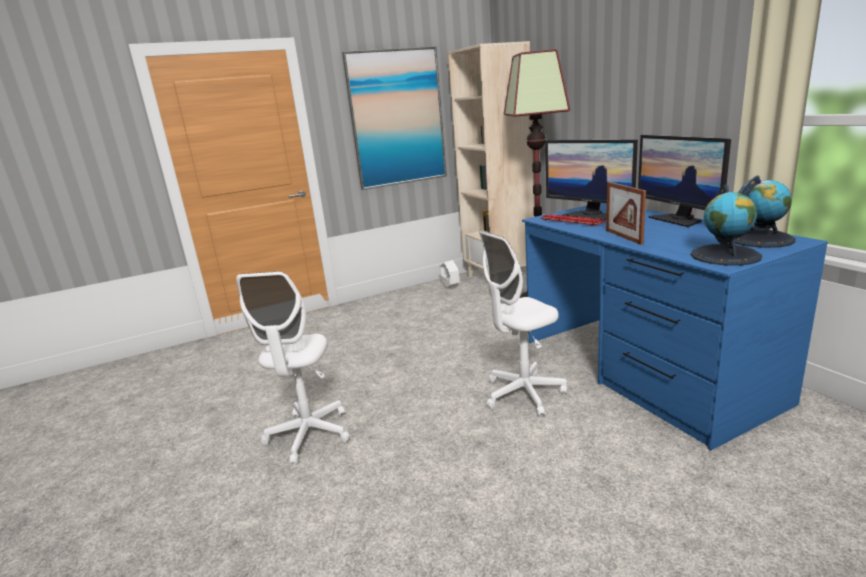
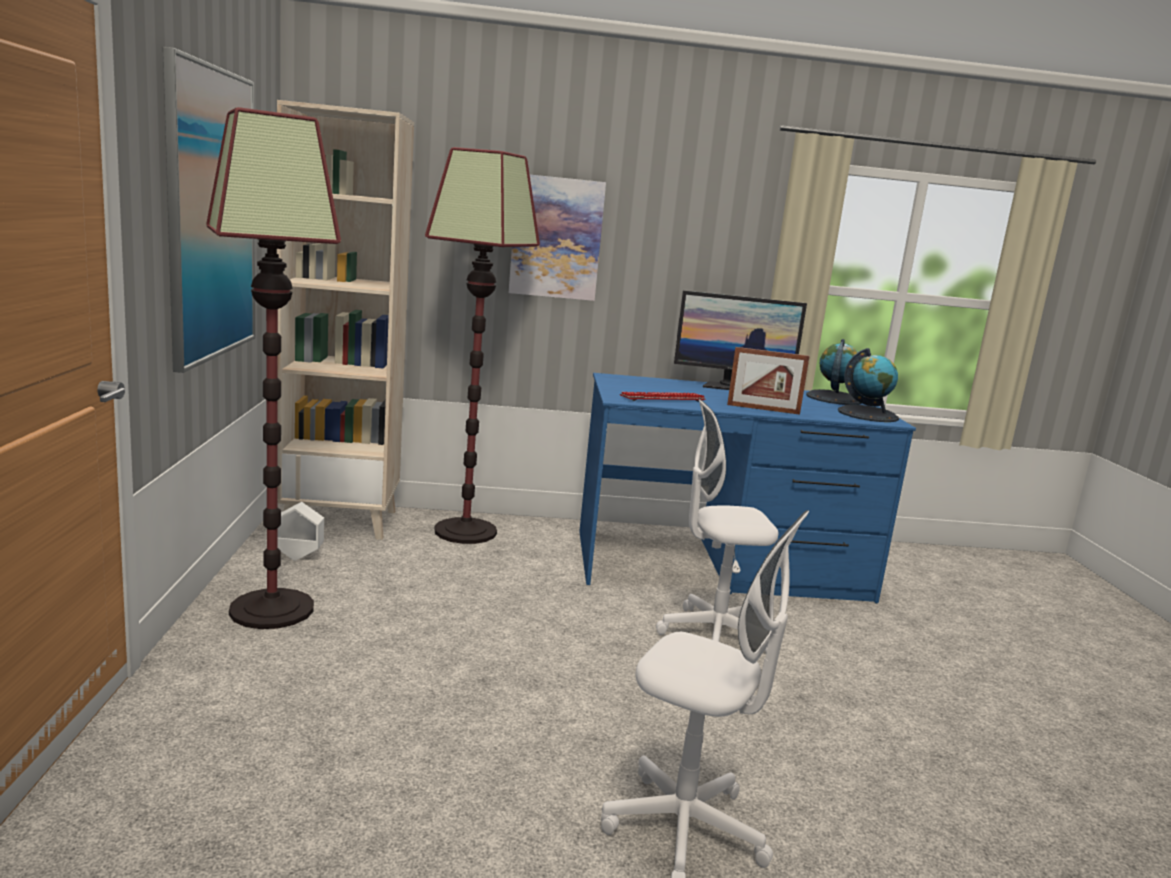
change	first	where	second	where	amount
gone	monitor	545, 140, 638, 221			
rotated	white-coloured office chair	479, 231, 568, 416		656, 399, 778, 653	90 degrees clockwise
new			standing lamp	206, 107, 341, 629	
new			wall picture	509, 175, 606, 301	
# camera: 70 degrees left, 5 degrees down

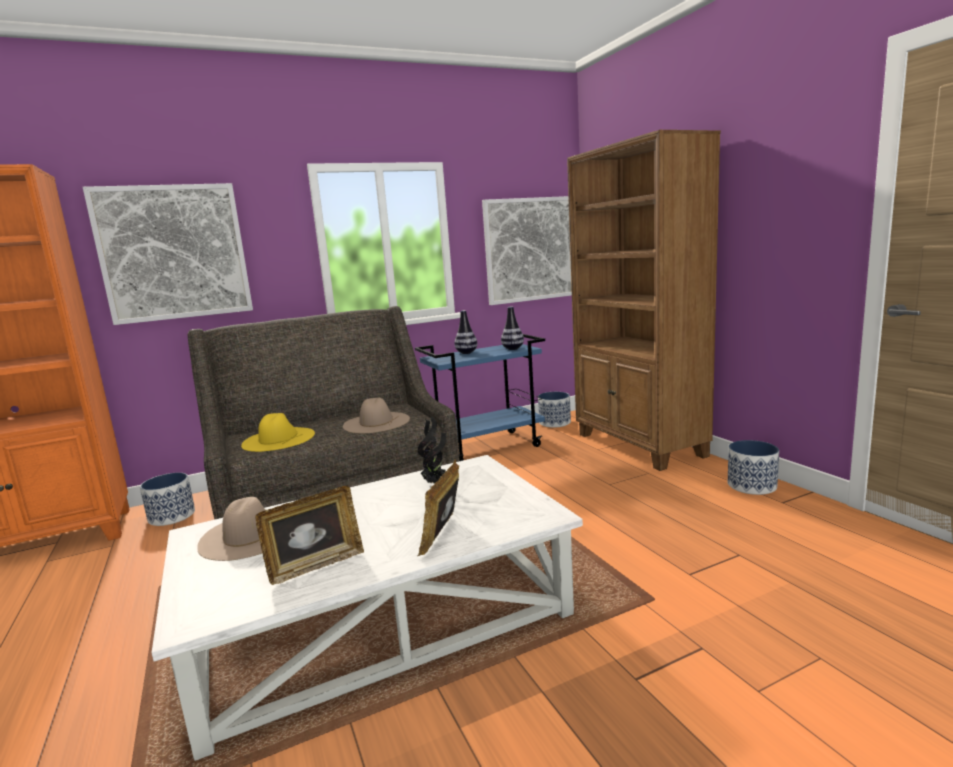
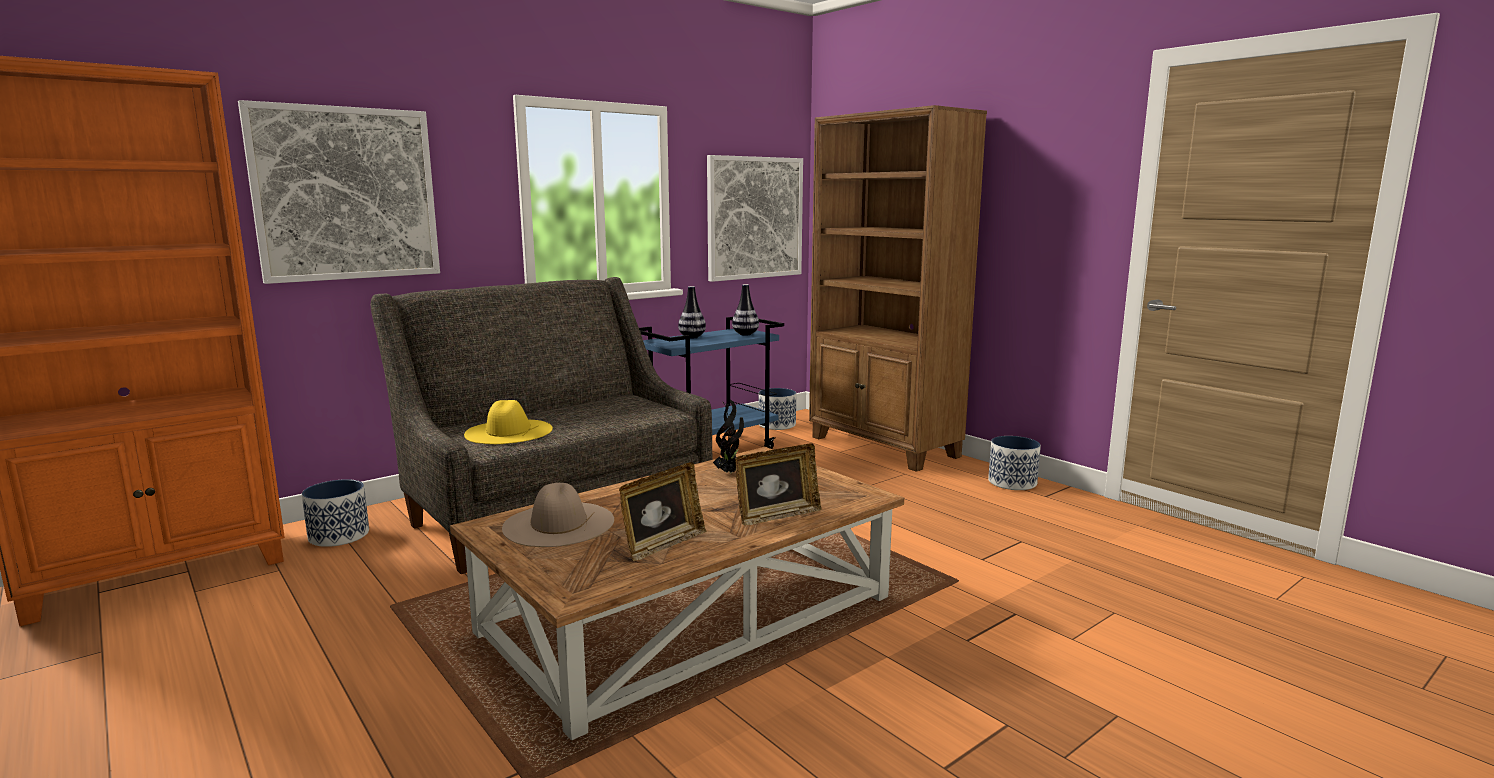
change	first	where	second	where	amount
gone	sand-coloured wearable hat	343, 398, 410, 433			
repainted	white-coloured coffee table	152, 455, 583, 761	brown-coloured coffee table	450, 447, 904, 740	
rotated	photo frame	417, 459, 459, 556		735, 443, 822, 525	120 degrees counterclockwise
# camera: 15 degrees left, 0 degrees up

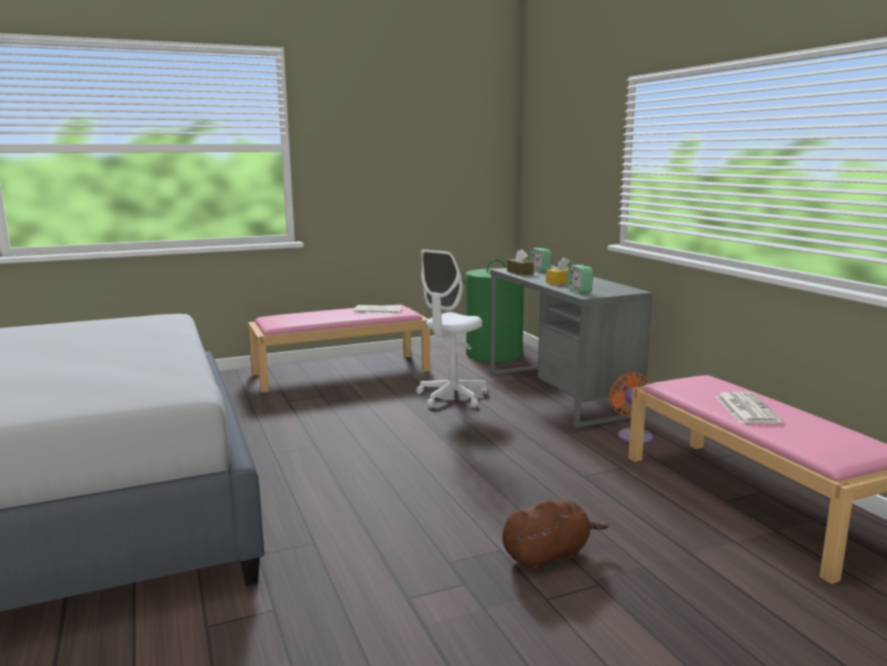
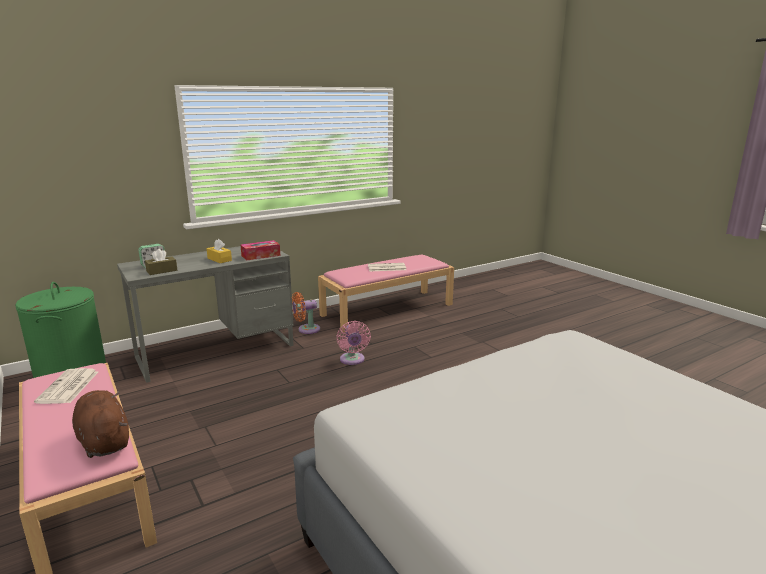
change	first	where	second	where	amount
gone	white-coloured office chair	416, 249, 487, 408			
swapped	bedside clock	567, 265, 593, 294	tissue holder	241, 240, 281, 260	
shifted	brown-coloured cuddly toy	502, 499, 608, 571		72, 390, 129, 458	
new			pinkish cooling fan	336, 321, 371, 365	
# camera: 100 degrees left, 5 degrees up

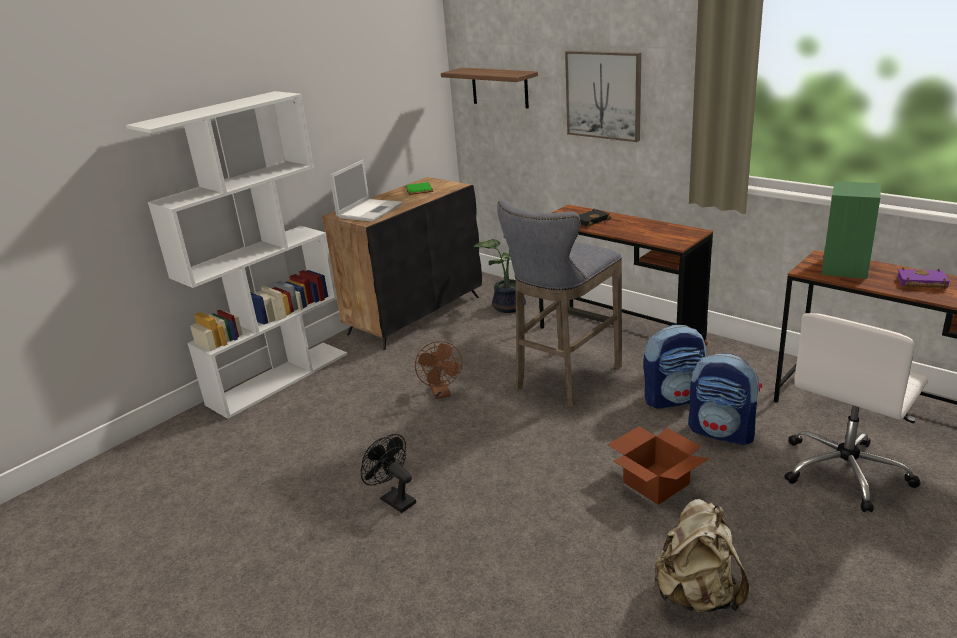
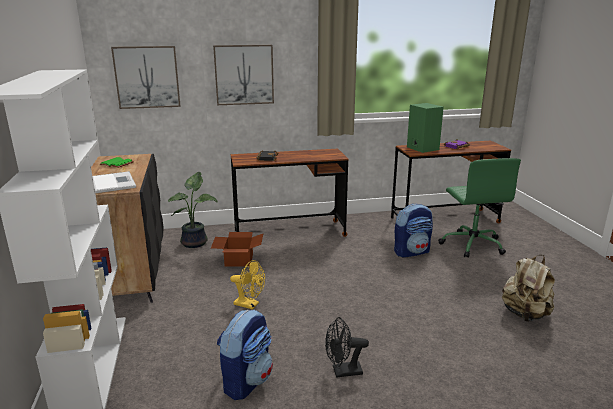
change	first	where	second	where	amount
swapped	shelf	441, 68, 538, 109	wall picture	111, 46, 180, 109	
gone	gray stool	497, 200, 622, 407			
repainted	white-coloured office chair	784, 313, 928, 512	greenish office chair	438, 158, 521, 258	
shifted	knapsack	643, 325, 706, 408		217, 309, 273, 400	
repainted	brown-coloured cooling fan	415, 341, 462, 399	yellow cooling fan	230, 260, 265, 310	
shifted	packing box	607, 426, 709, 505		211, 232, 264, 267	
# camera: 55 degrees left, 5 degrees down

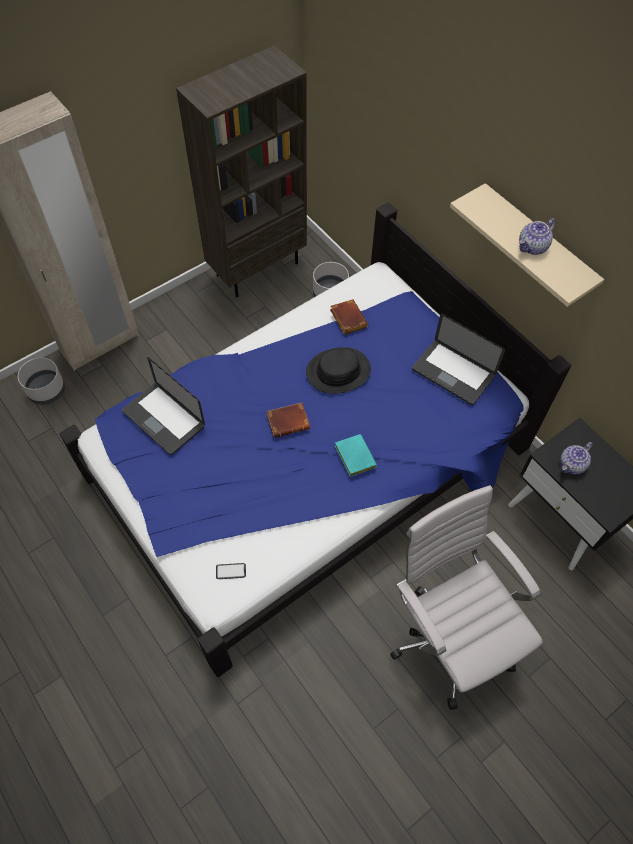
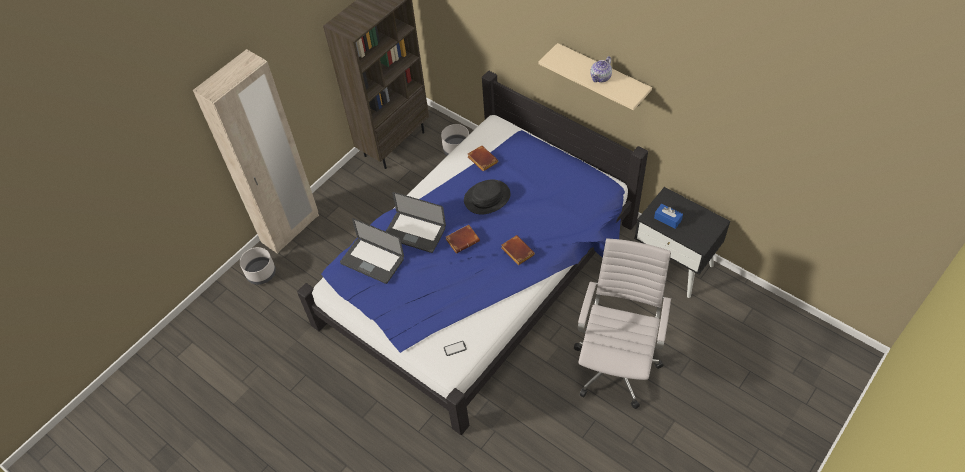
change	first	where	second	where	amount
shifted	notebook computer	412, 314, 505, 405		386, 192, 446, 253	
repainted	turquoise-coloured bound book	335, 434, 377, 477	brown-coloured bound book	501, 235, 535, 266	
swapped	pot for tea	560, 442, 593, 474	blue-coloured tissue holder	654, 204, 683, 229	
rotated	white-coloured office chair	390, 485, 543, 710		574, 238, 671, 409	60 degrees clockwise
# camera: 10 degrees left, 5 degrees down

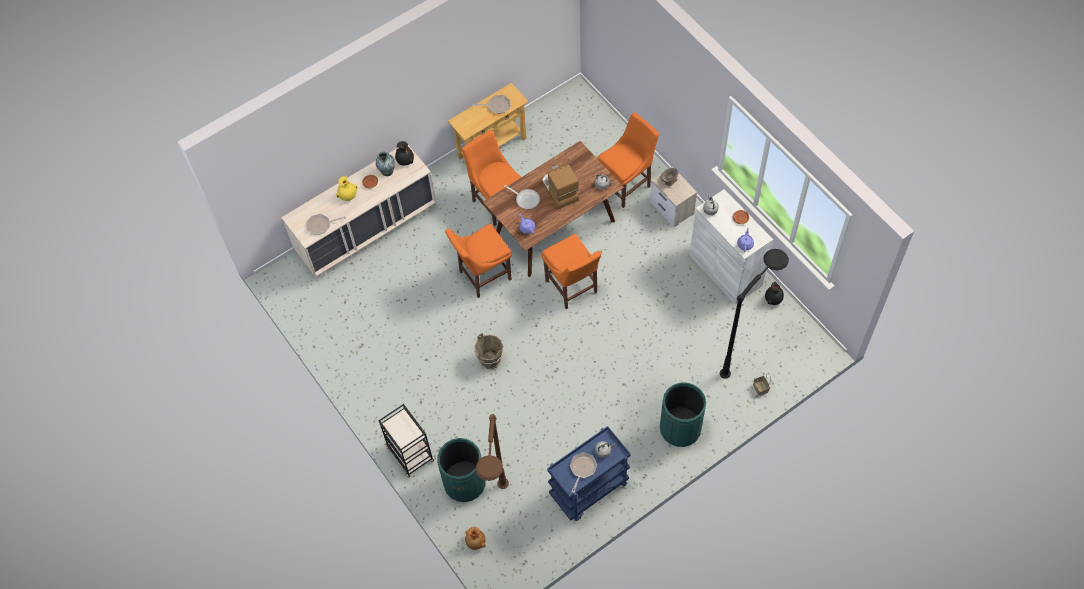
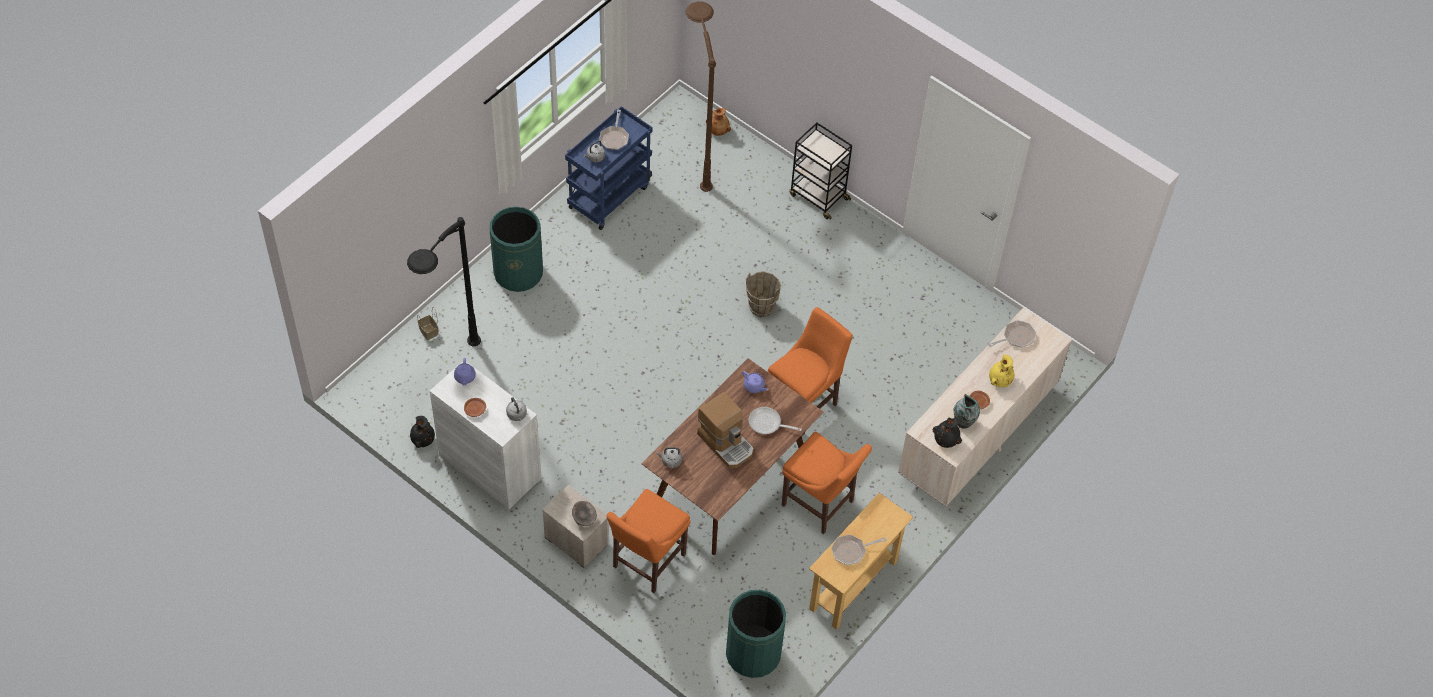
change	first	where	second	where	amount
gone	orange-coloured upright chair	542, 234, 601, 309			
shifted	greenish trash can	437, 438, 486, 502		726, 590, 786, 678	
# camera: 160 degrees right, 5 degrees down

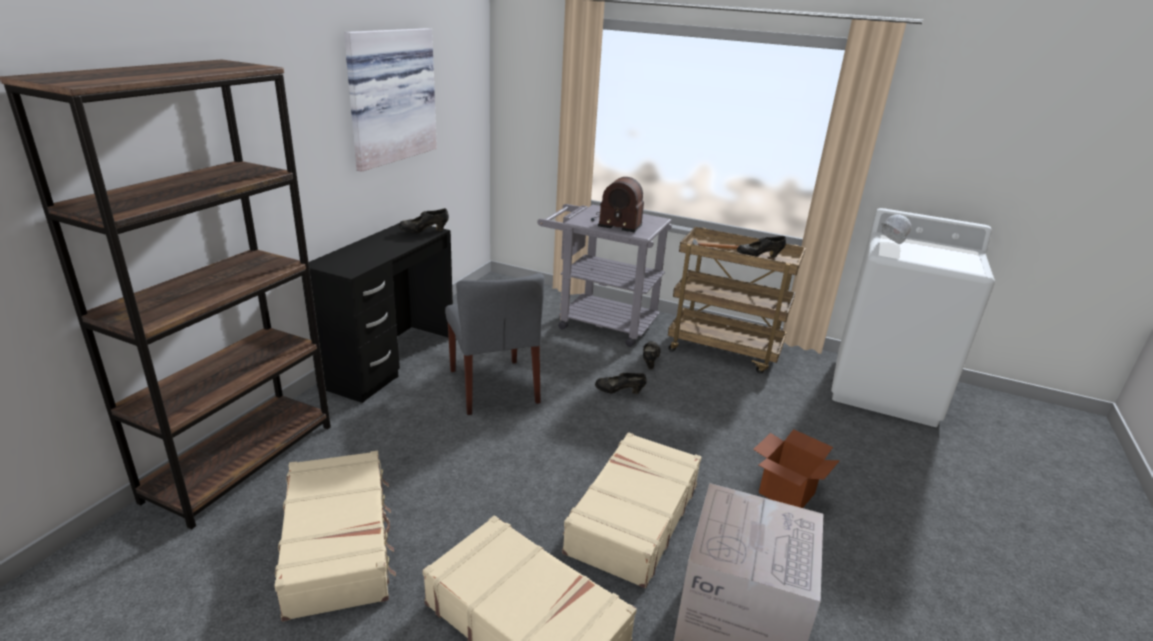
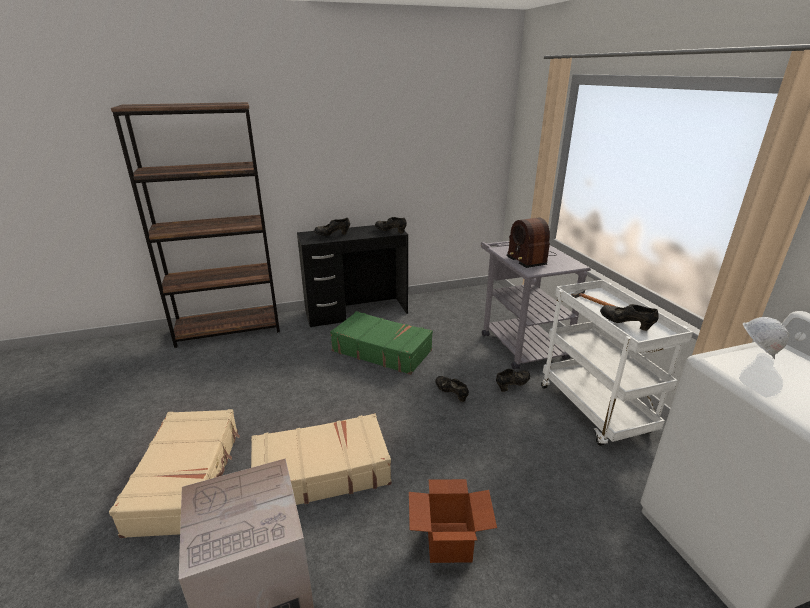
change	first	where	second	where	amount
gone	wall picture	344, 28, 437, 172			
repainted	brown-coloured wheeled cart	668, 227, 806, 374	white-coloured wheeled cart	541, 280, 693, 446	
swapped	gray upright chair	445, 273, 544, 415	greenish travel case	330, 311, 433, 375	
gone	sand-coloured travel case	275, 451, 396, 621			
new			black shoe	314, 218, 350, 236	
# camera: 50 degrees right, 0 degrees up

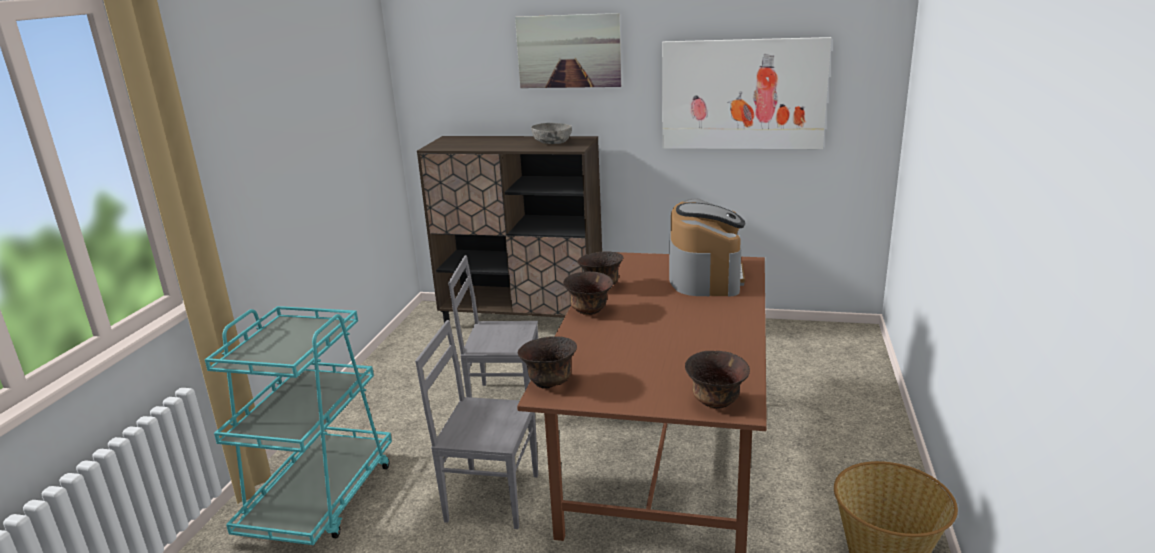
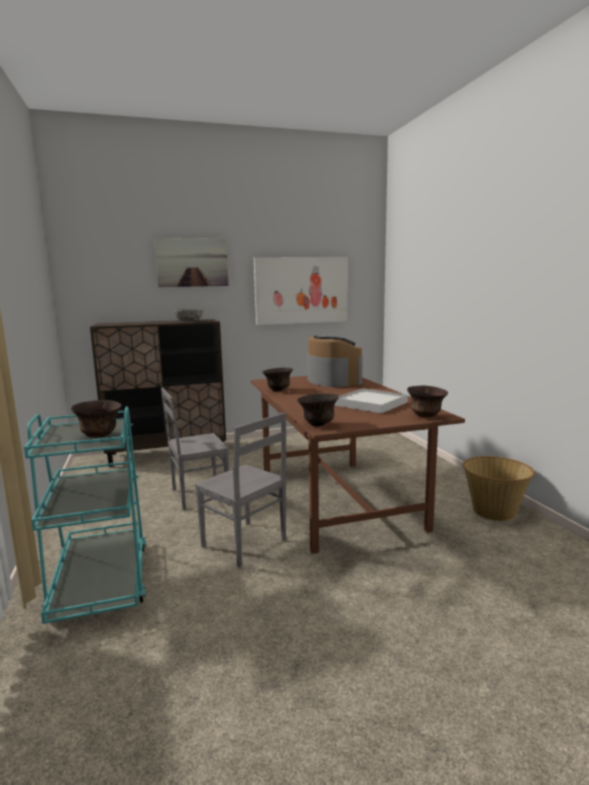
change	first	where	second	where	amount
shifted	brown-coloured deep dish	563, 272, 613, 315		71, 400, 122, 438	
rotated	gray upright chair	415, 320, 538, 529		195, 412, 286, 568	120 degrees counterclockwise
new			white-coloured serving tray	334, 388, 408, 413	
# camera: 30 degrees left, 10 degrees down

